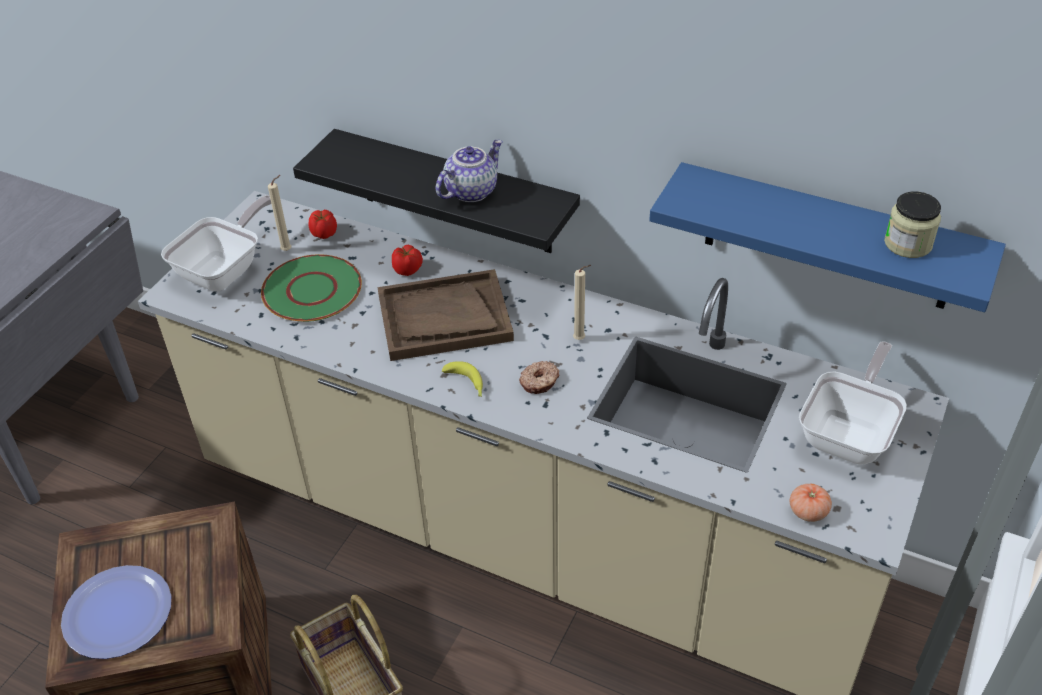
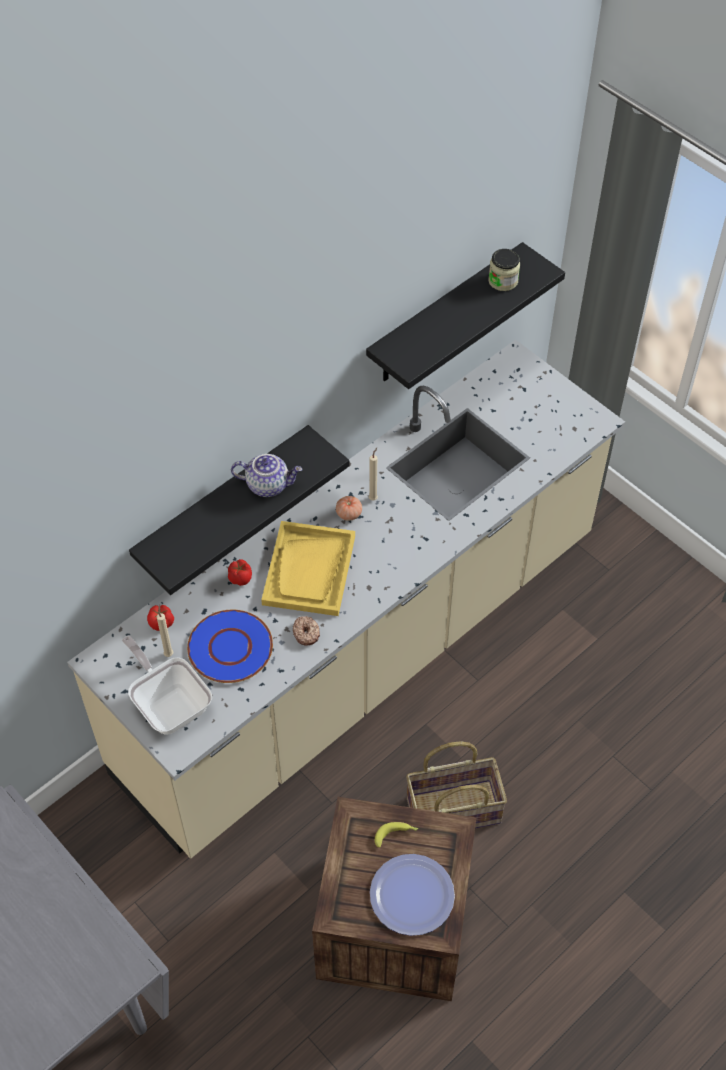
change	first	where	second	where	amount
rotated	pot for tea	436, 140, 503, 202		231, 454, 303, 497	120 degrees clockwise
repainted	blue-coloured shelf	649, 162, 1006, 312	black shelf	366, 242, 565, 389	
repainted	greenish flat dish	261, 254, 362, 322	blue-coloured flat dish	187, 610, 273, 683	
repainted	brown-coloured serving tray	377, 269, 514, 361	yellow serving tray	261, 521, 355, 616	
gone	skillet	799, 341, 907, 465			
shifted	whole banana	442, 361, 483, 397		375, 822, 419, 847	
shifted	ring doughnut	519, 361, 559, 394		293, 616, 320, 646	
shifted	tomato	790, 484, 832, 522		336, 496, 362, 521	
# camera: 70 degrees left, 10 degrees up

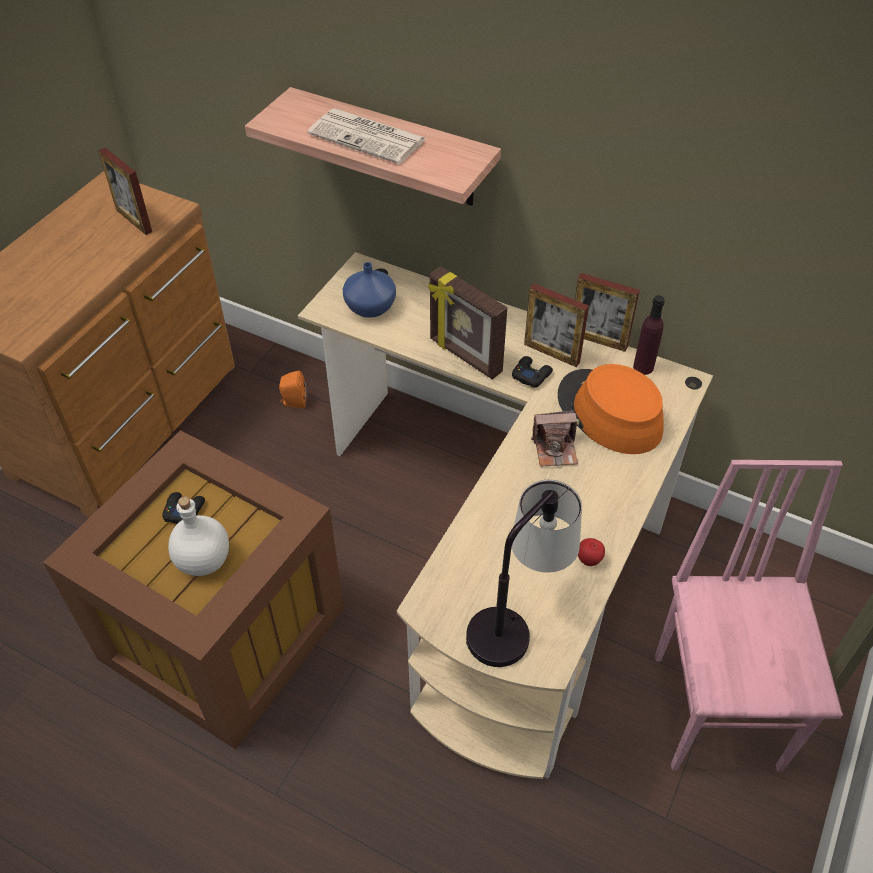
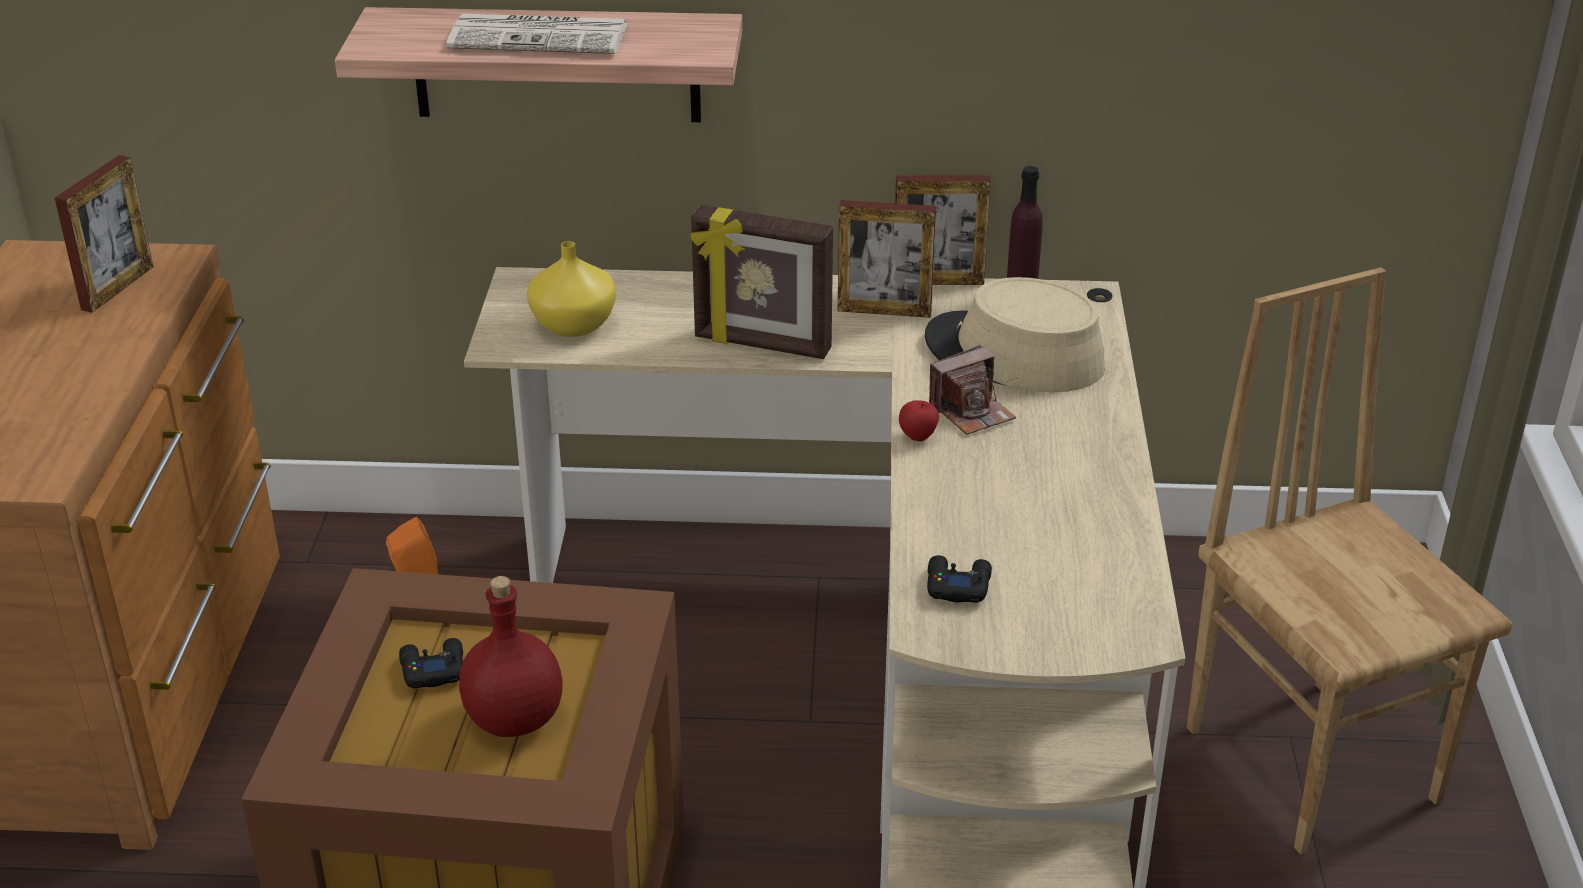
change	first	where	second	where	amount
rotated	photo frame	98, 148, 152, 235		55, 155, 153, 313	90 degrees counterclockwise
repainted	blue-coloured vase	343, 262, 396, 318	yellow vase	527, 241, 616, 337	
shifted	black game controller	512, 356, 553, 388		927, 555, 992, 603	
repainted	orange-coloured wearable hat	558, 364, 664, 454	sand-coloured wearable hat	925, 277, 1105, 392	
repainted	pinkish upright chair	655, 460, 843, 772	brown-coloured upright chair	1187, 267, 1512, 854	
gone	tabletop lamp	466, 480, 582, 667			
repainted	white-coloured beverage bottle	168, 496, 229, 576	red-coloured beverage bottle	459, 576, 563, 737	
shifted	whole apple	578, 538, 605, 566		899, 400, 939, 442	
# camera: 25 degrees left, 15 degrees down

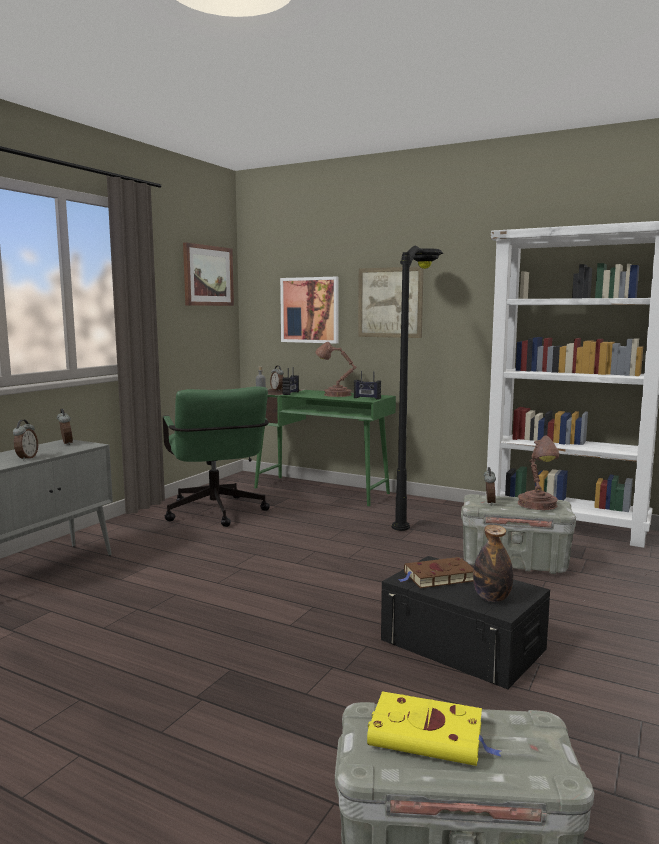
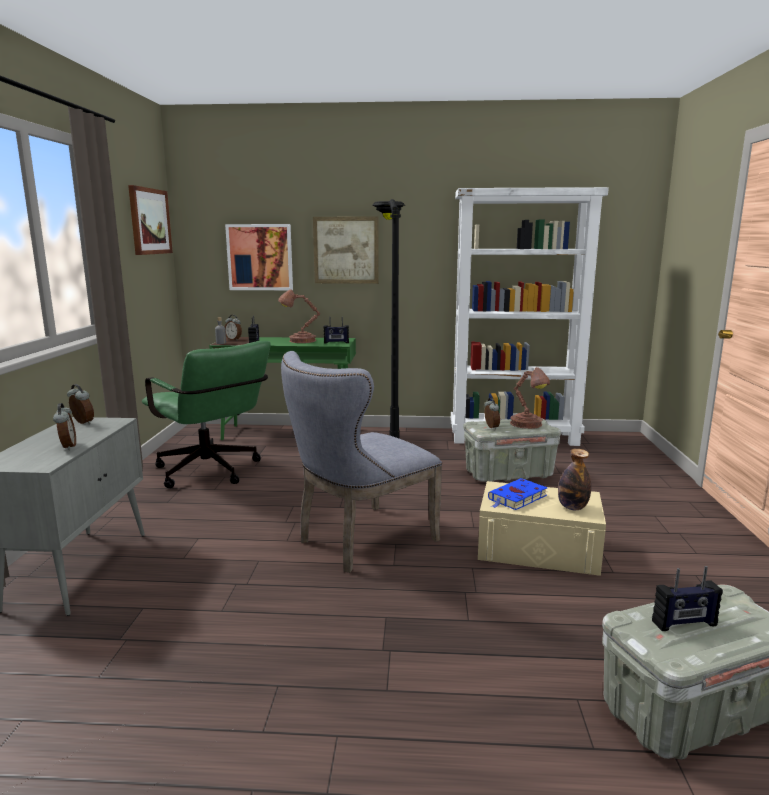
change	first	where	second	where	amount
repainted	black storage bin	381, 556, 550, 689	sand-coloured storage bin	478, 481, 606, 576	
repainted	brown-coloured bound book	399, 557, 474, 588	blue-coloured bound book	488, 478, 548, 510	
swapped	yellow bound book	367, 691, 502, 766	radio set	652, 566, 723, 631	
new			gray upright chair	281, 351, 442, 573	
# camera: 25 degrees left, 5 degrees up

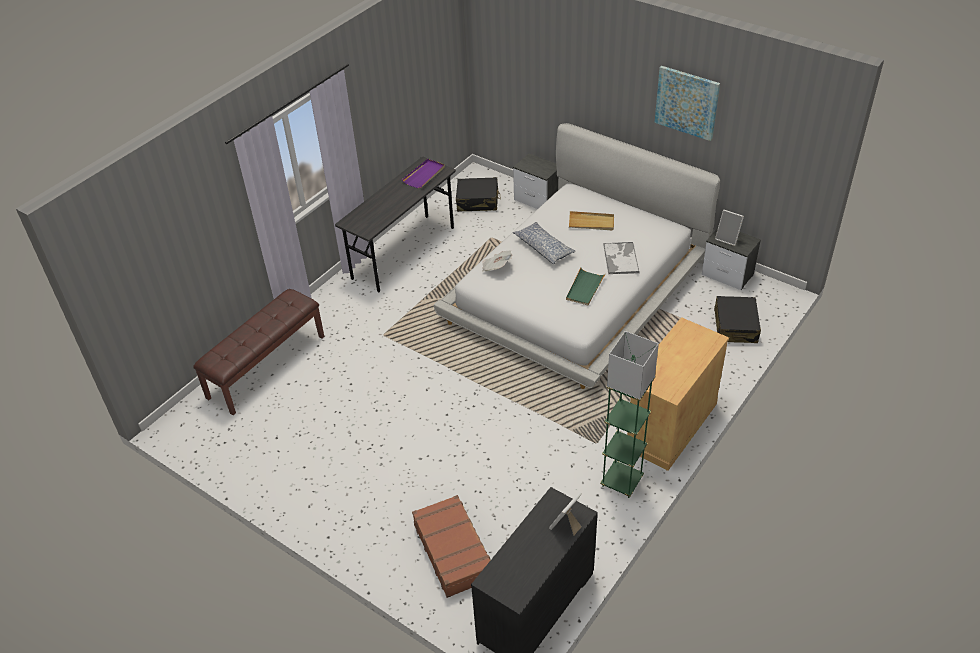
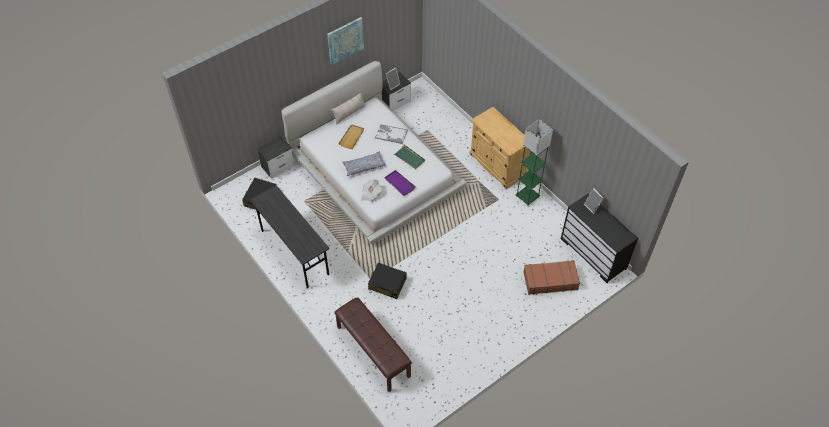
change	first	where	second	where	amount
shifted	purple-coloured serving tray	402, 159, 445, 188		385, 170, 416, 196	
shifted	black travel case	714, 296, 761, 343		368, 263, 407, 299	
new			sand-coloured throw pillow	331, 92, 366, 125	
# camera: 75 degrees left, 10 degrees up

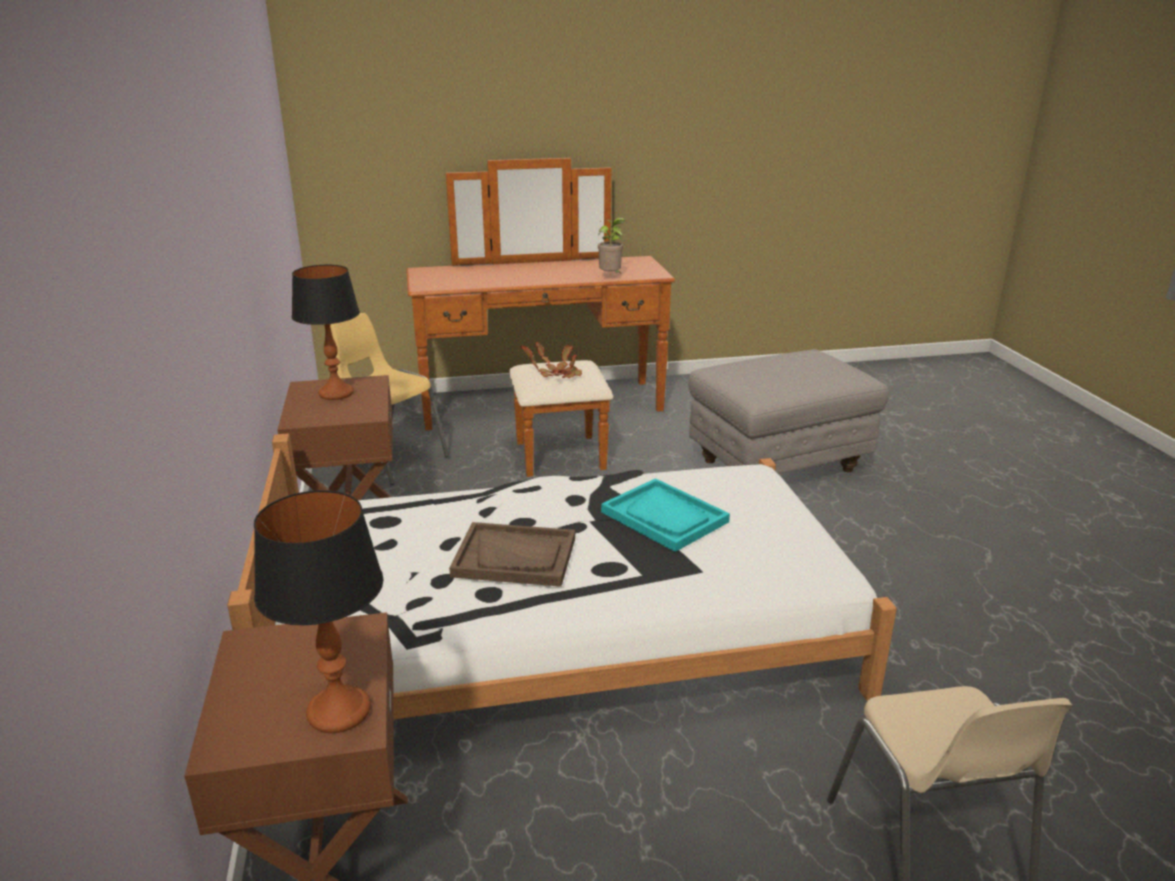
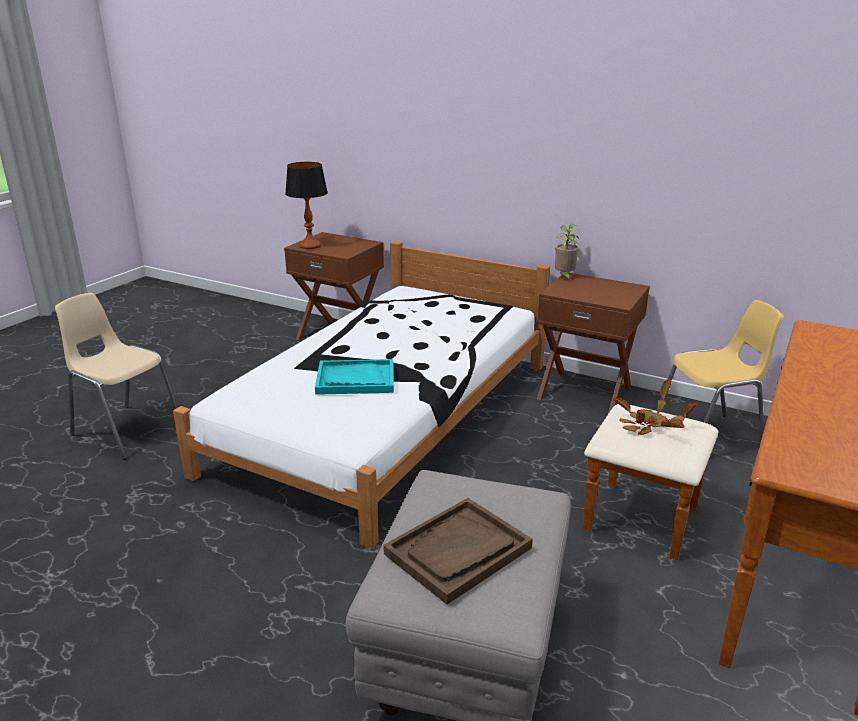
change	first	where	second	where	amount
shifted	plant in a pot	598, 218, 625, 273		555, 224, 580, 280	
gone	tabletop lamp	292, 265, 360, 400			
shifted	brown-coloured serving tray	449, 522, 575, 587		383, 498, 533, 605	
# camera: 130 degrees right, 0 degrees up

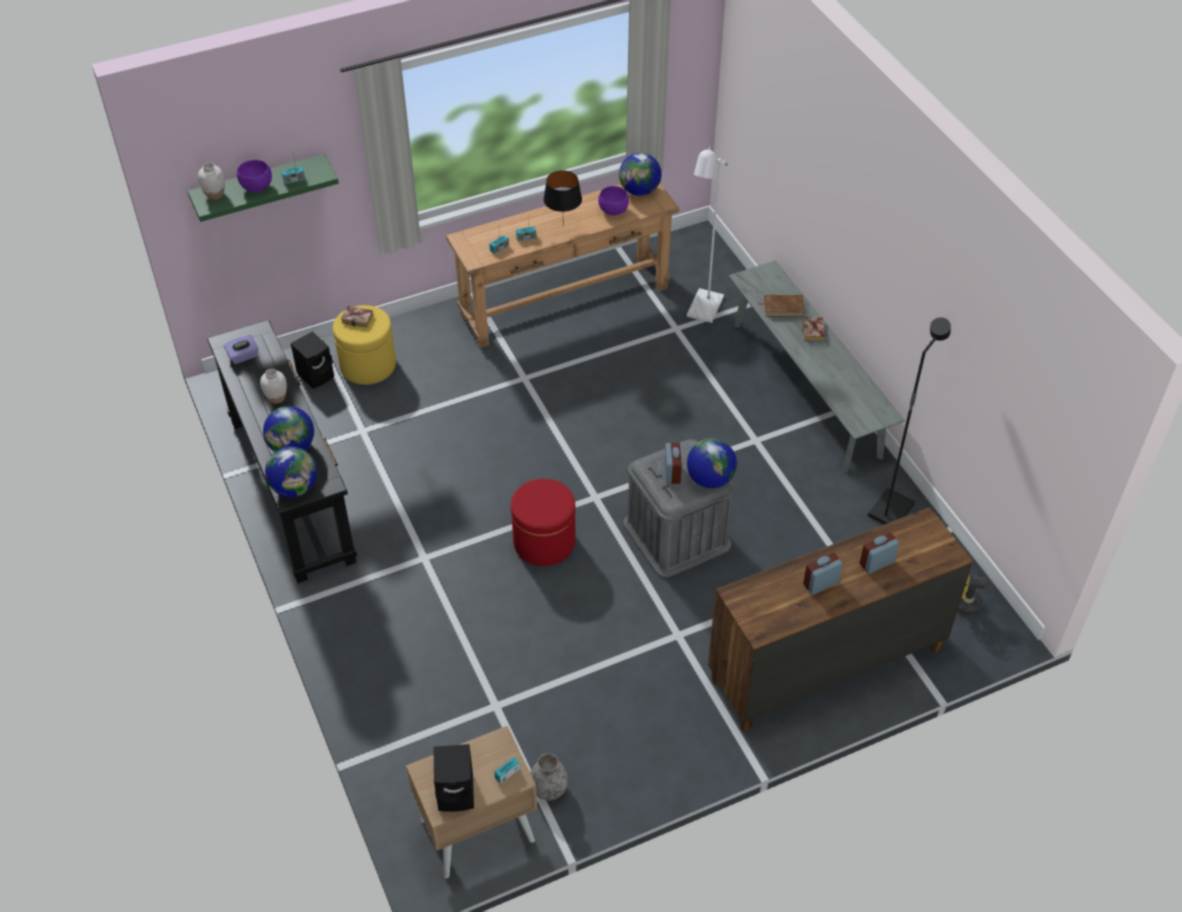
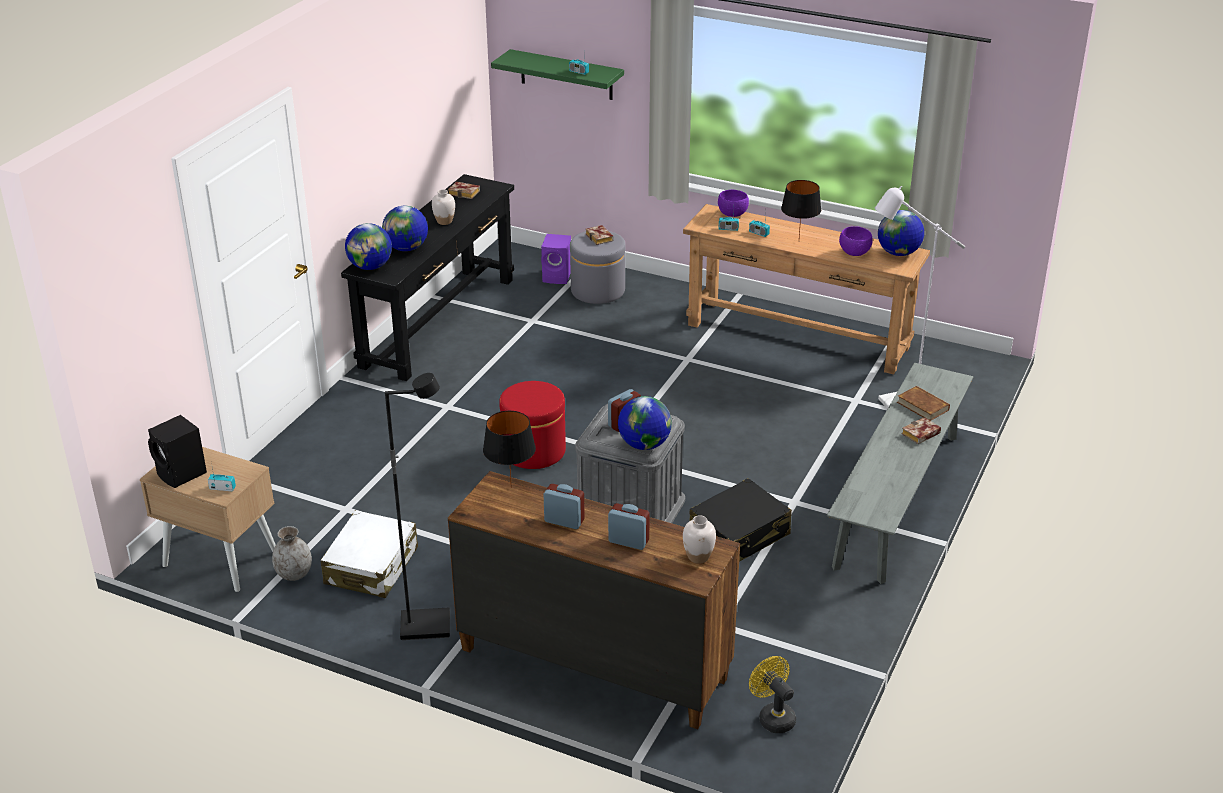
change	first	where	second	where	amount
shifted	purple-coloured deep dish	237, 160, 272, 192		718, 190, 749, 217	
shifted	white-coloured vase	198, 162, 225, 200		683, 515, 716, 564	
repainted	yellow pouffe	333, 305, 396, 385	gray pouffe	570, 231, 626, 304	
shifted	black standing lamp	868, 317, 951, 524		385, 373, 450, 640	
repainted	black audio speaker	291, 331, 334, 389	purple-coloured audio speaker	541, 234, 571, 284	
swapped	purple-coloured tissue holder	224, 335, 259, 364	bound book	448, 182, 480, 199	
new			black tabletop lamp	483, 411, 536, 482	
new			black travel case	690, 478, 792, 562	
new			white-coloured travel case	321, 510, 418, 598	
# camera: 50 degrees right, 15 degrees down

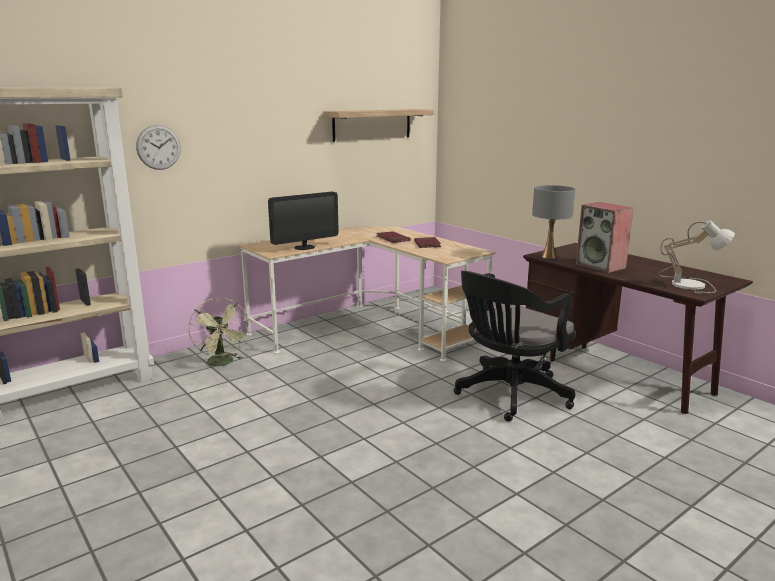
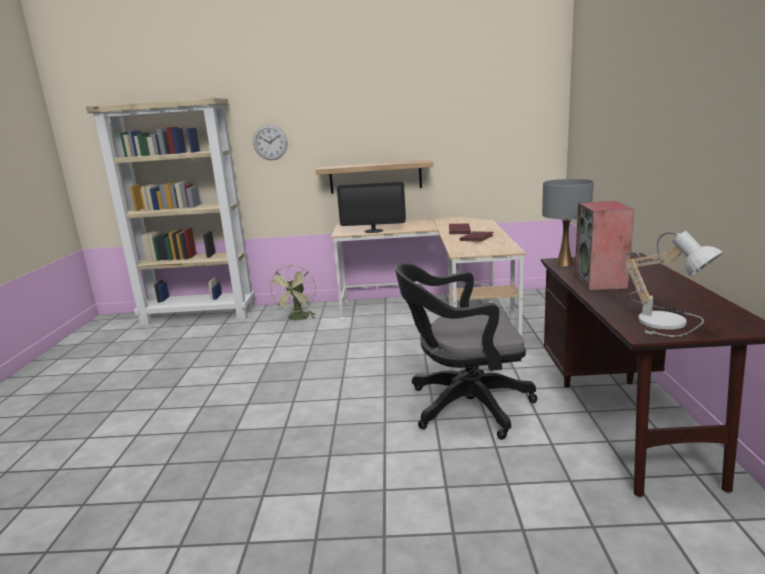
change	first	where	second	where	amount
shifted	shelf	323, 109, 434, 142		316, 160, 433, 194	
# camera: 40 degrees right, 0 degrees up

